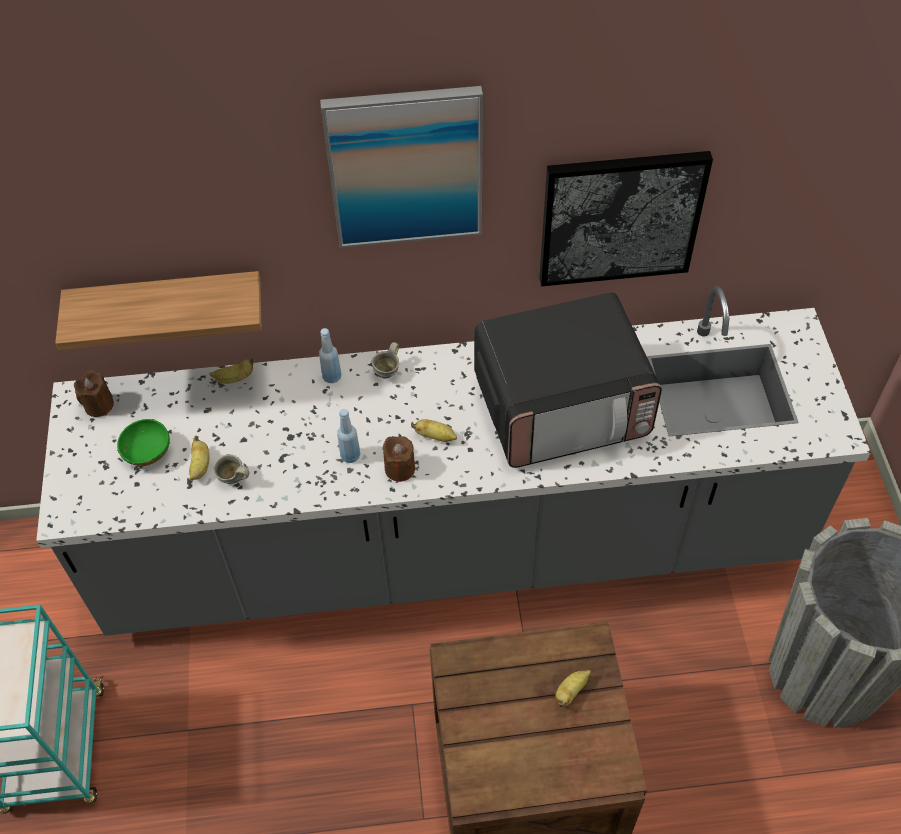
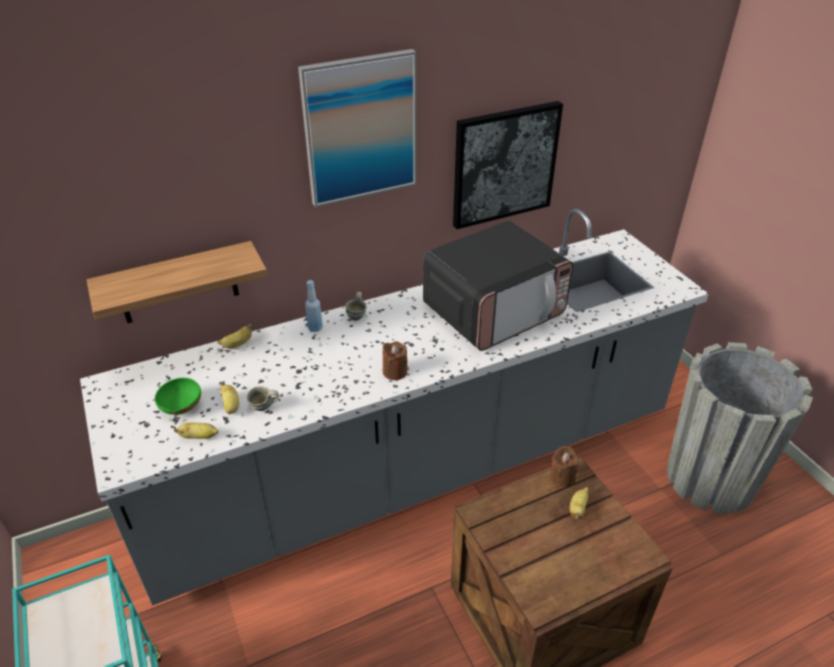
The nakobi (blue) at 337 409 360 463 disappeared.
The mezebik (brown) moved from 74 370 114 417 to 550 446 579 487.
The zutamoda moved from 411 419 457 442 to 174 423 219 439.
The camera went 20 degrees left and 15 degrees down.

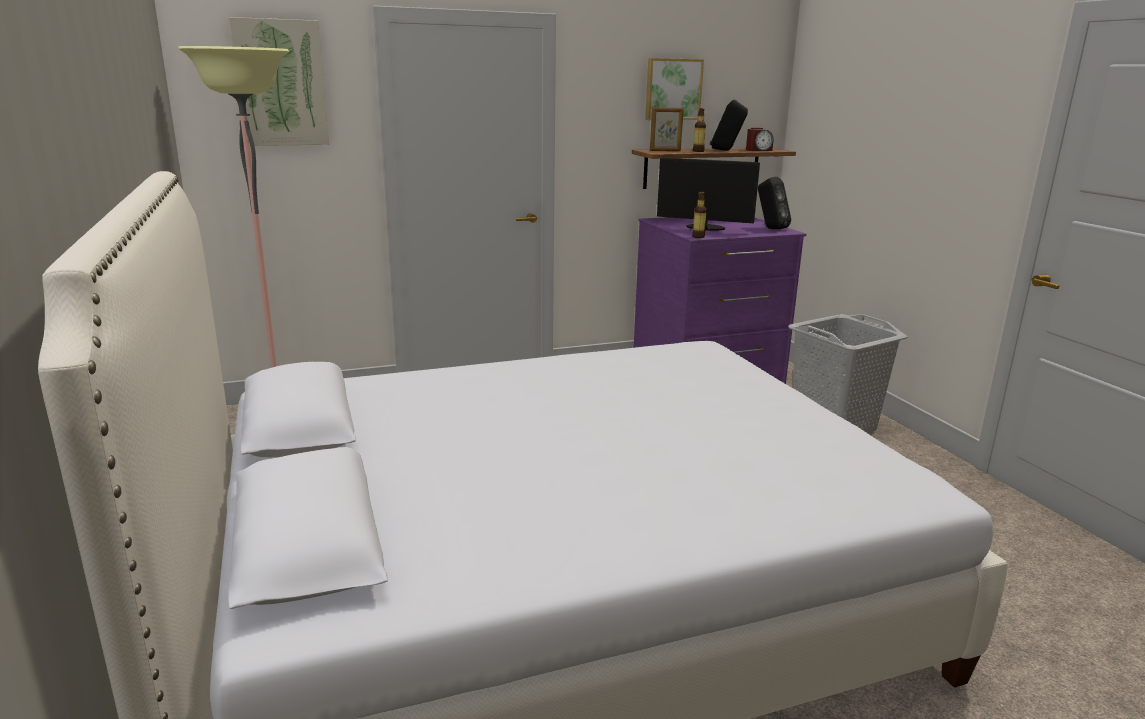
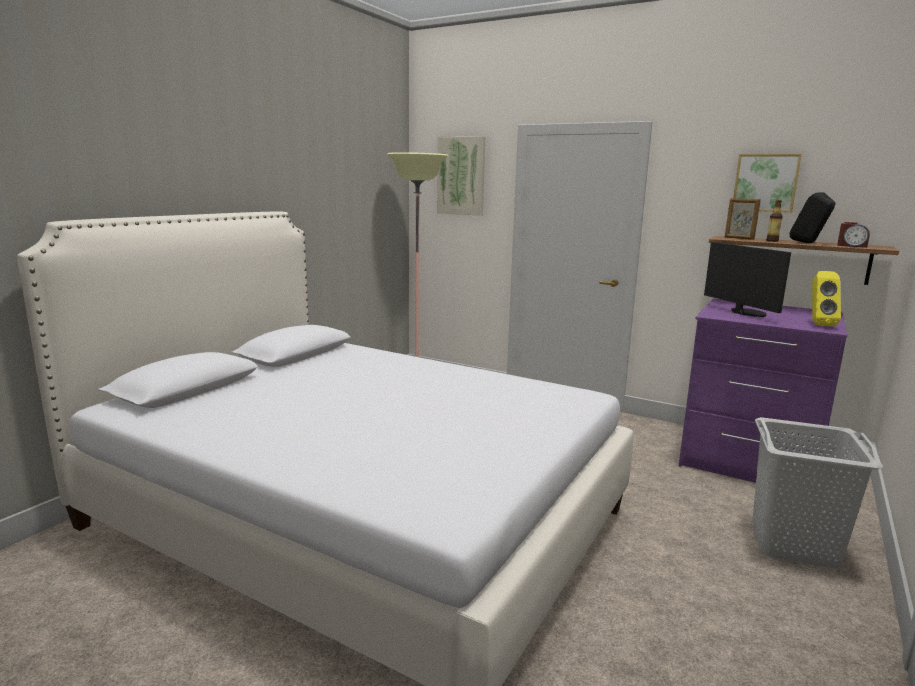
The nakobi at 692 191 707 238 disappeared.
The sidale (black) at 758 177 791 229 became the sidale (yellow) at 812 271 841 326.
The camera went 50 degrees right and 5 degrees down.

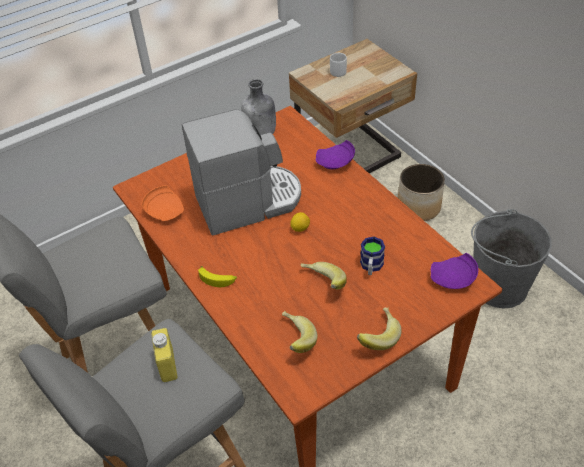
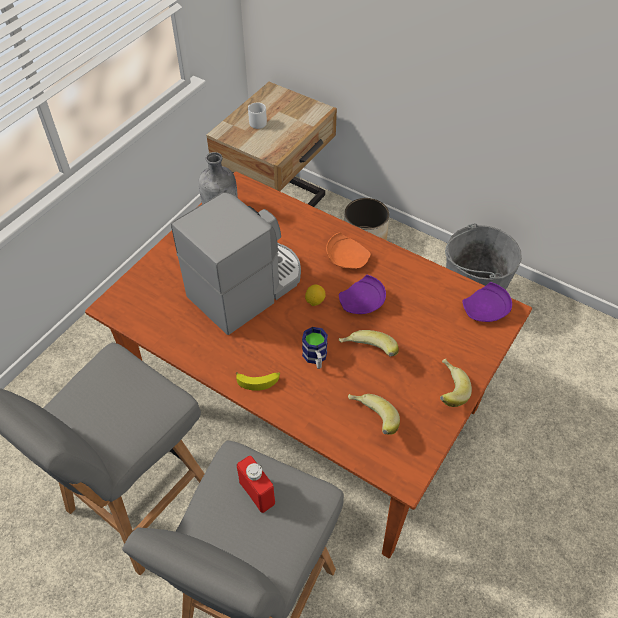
The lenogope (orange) moved from 141 185 184 221 to 326 232 371 269.
The lenogope (purple) moved from 316 140 355 169 to 339 275 386 314.
The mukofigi moved from 360 237 385 275 to 302 327 328 369.
The nakobi (yellow) at 151 328 178 382 became the nakobi (red) at 237 456 275 513.
The camera went 25 degrees left and 5 degrees up.

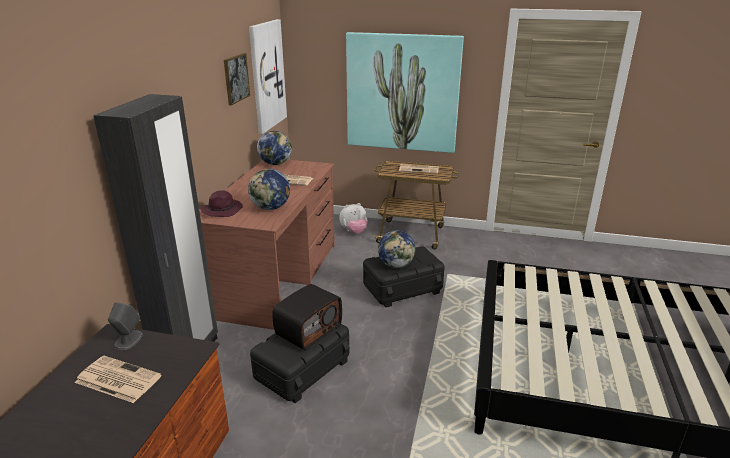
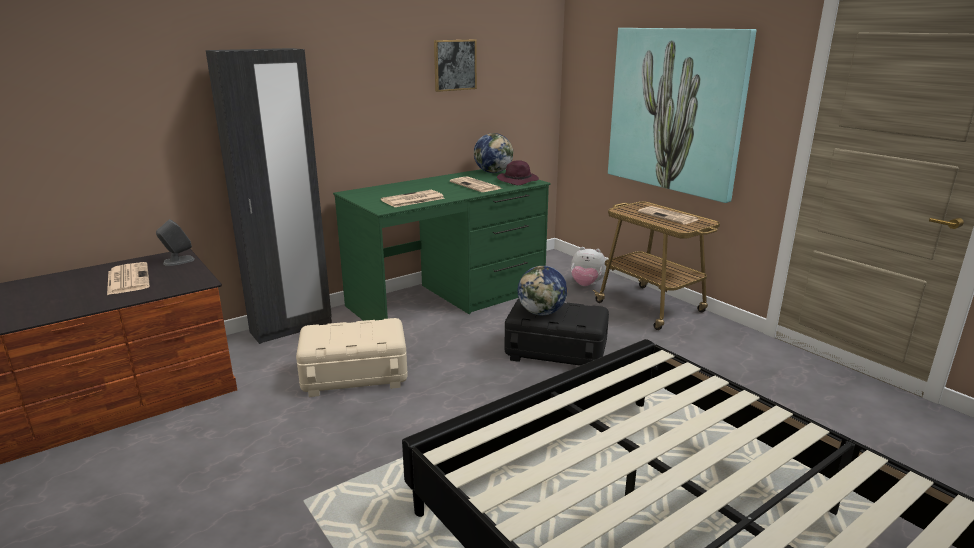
The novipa at 249 19 287 134 disappeared.
The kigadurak at 272 284 342 350 disappeared.
The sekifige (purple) moved from 200 190 243 217 to 497 160 539 185.
The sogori at 248 169 290 210 was replaced by the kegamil at 381 190 445 207.
The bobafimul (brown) at 199 160 335 330 became the bobafimul (green) at 333 169 550 321.
The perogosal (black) at 250 324 350 403 became the perogosal (beige) at 296 318 408 397.
The camera went 40 degrees right and 5 degrees down.

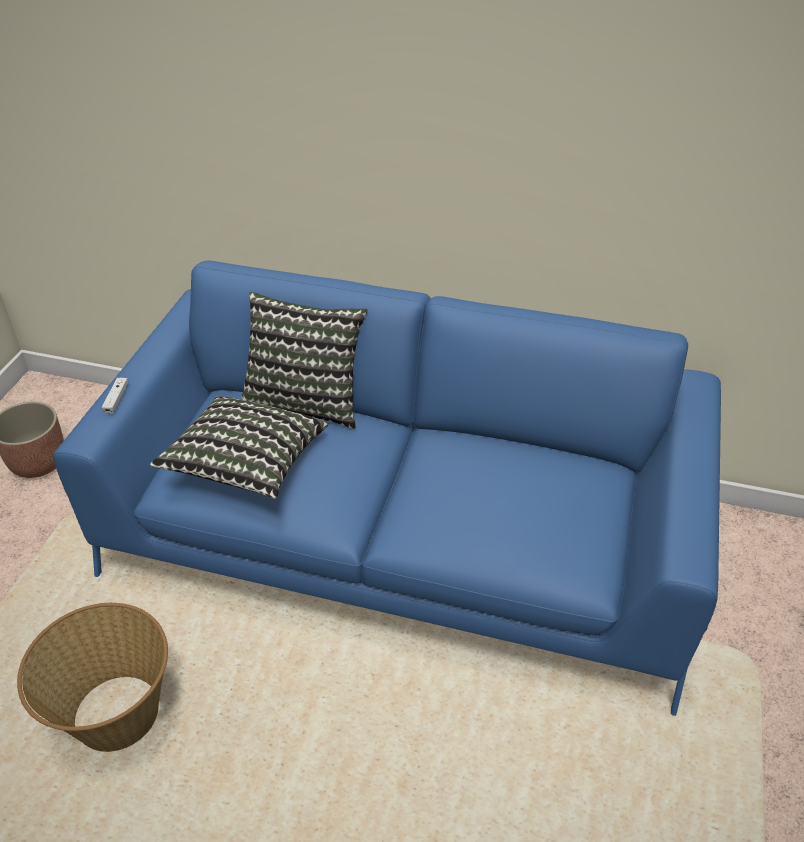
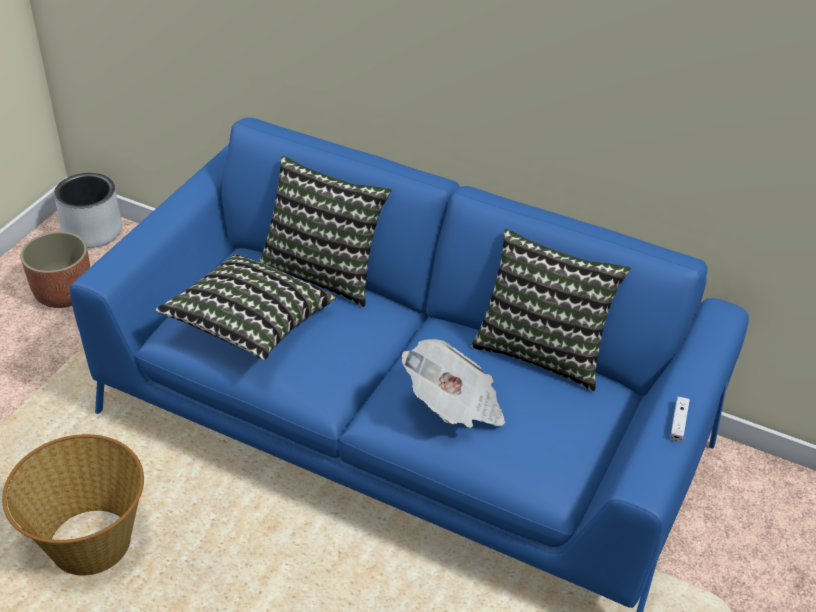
The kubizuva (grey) at 54 173 122 248 appeared.
The kegamil at 402 339 505 428 appeared.
The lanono at 471 229 631 391 appeared.
The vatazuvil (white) moved from 102 377 128 414 to 670 397 690 442.
The camera went 10 degrees right and 0 degrees up.

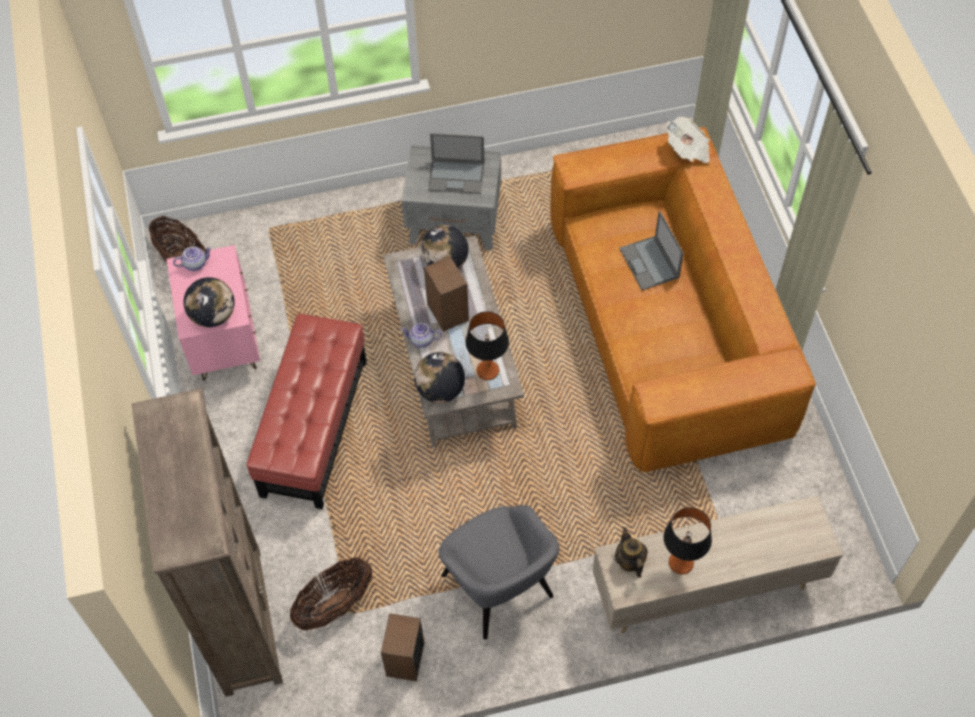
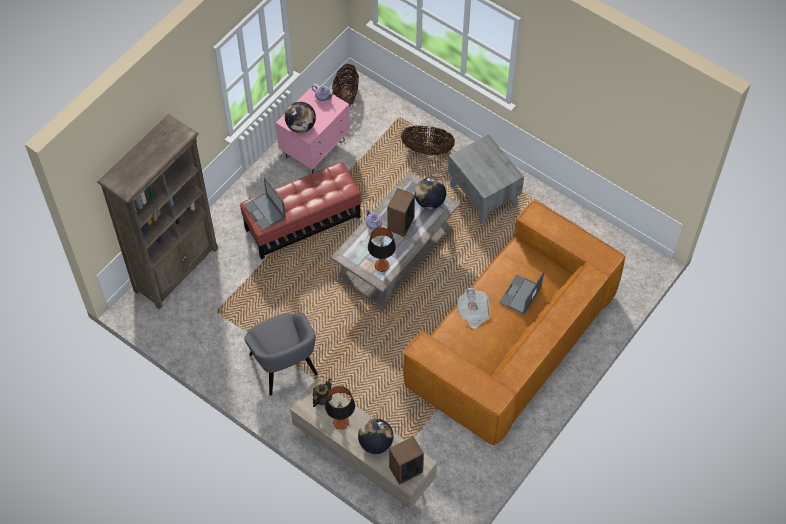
The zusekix moved from 290 557 372 630 to 400 125 455 155.
The sidale moved from 381 613 424 681 to 389 436 424 485.
The sogori moved from 414 352 465 403 to 358 418 394 454.
The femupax moved from 428 133 485 194 to 244 177 286 231.
The kegamil moved from 666 117 710 163 to 458 288 490 329.
The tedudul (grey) at 438 505 559 640 turned 45 degrees counterclockwise.
The camera went 50 degrees right and 0 degrees up.

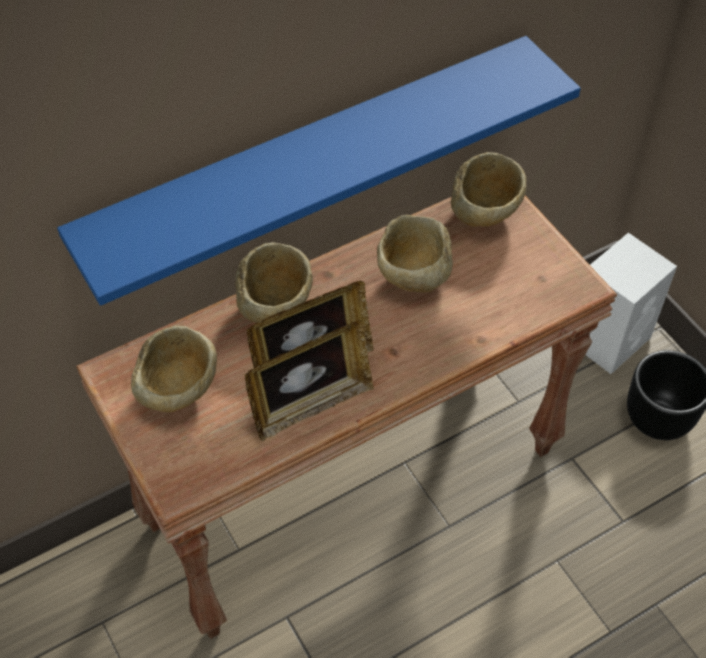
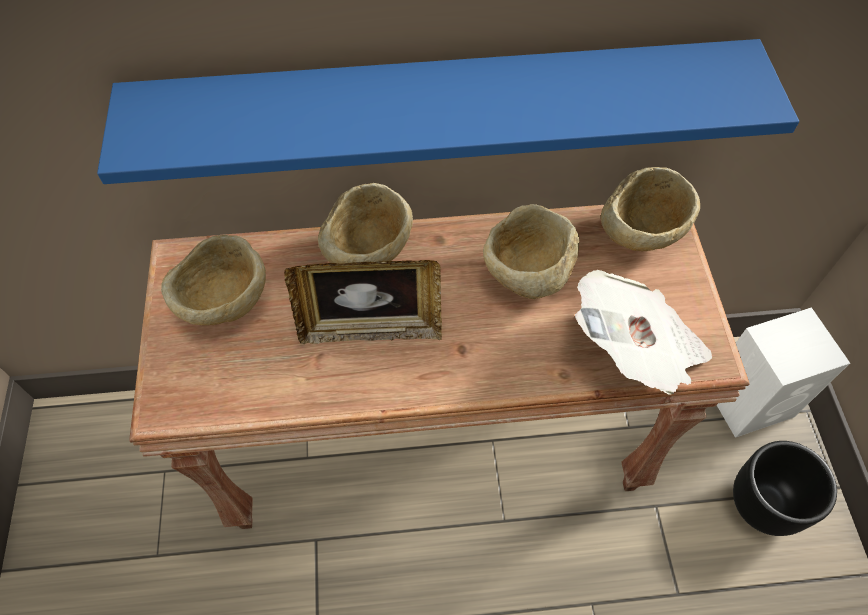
The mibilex at 245 320 374 441 disappeared.
The kegamil at 575 270 712 395 appeared.
The camera went 25 degrees right and 5 degrees up.

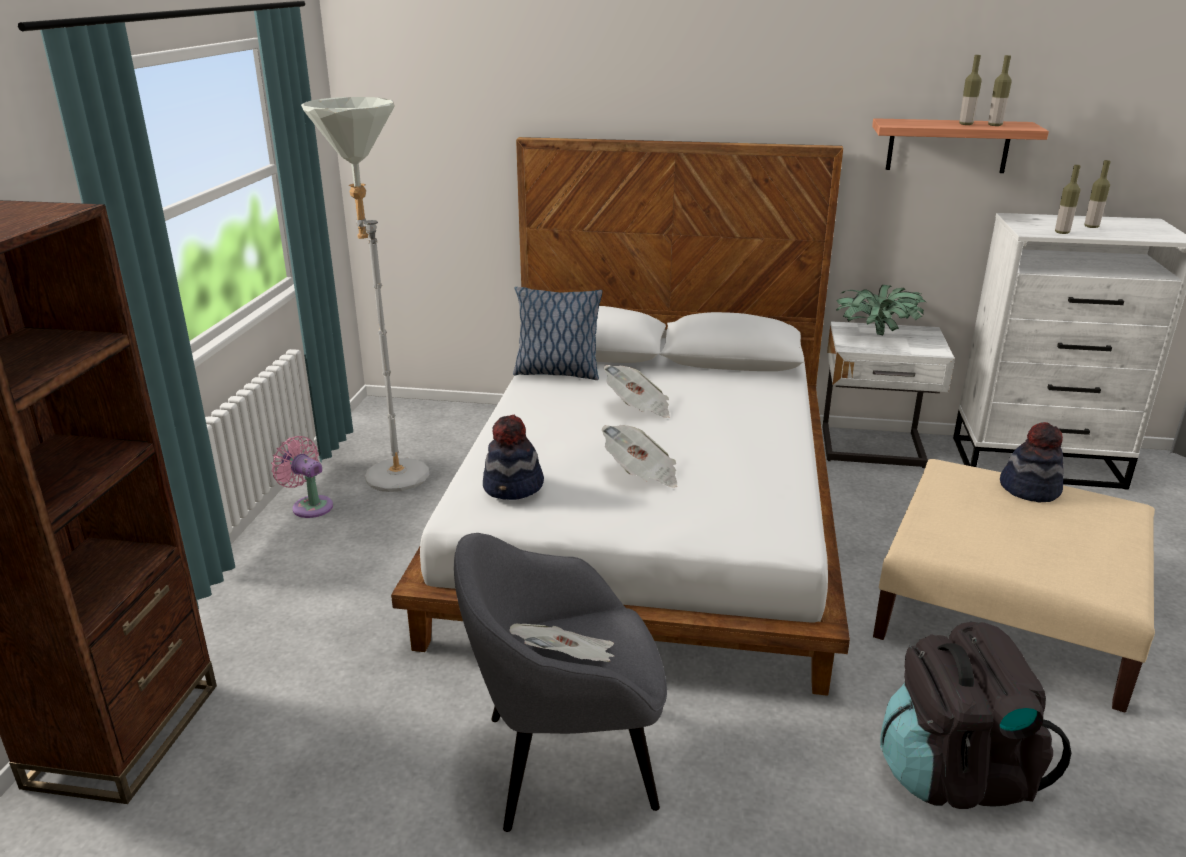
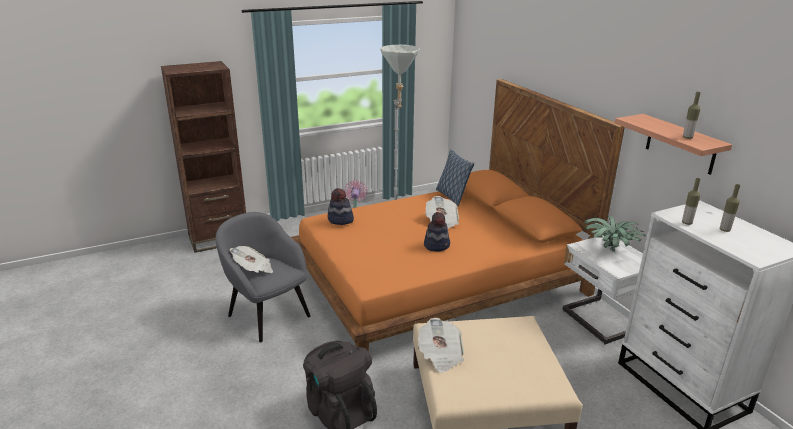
The nakobi at 959 55 982 125 disappeared.
The kegamil moved from 602 425 677 488 to 418 318 464 373.
The sekifige moved from 1000 422 1064 503 to 424 212 450 252.
The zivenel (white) at 391 137 850 696 became the zivenel (orange) at 291 79 625 352.
The camera went 55 degrees right and 0 degrees up.

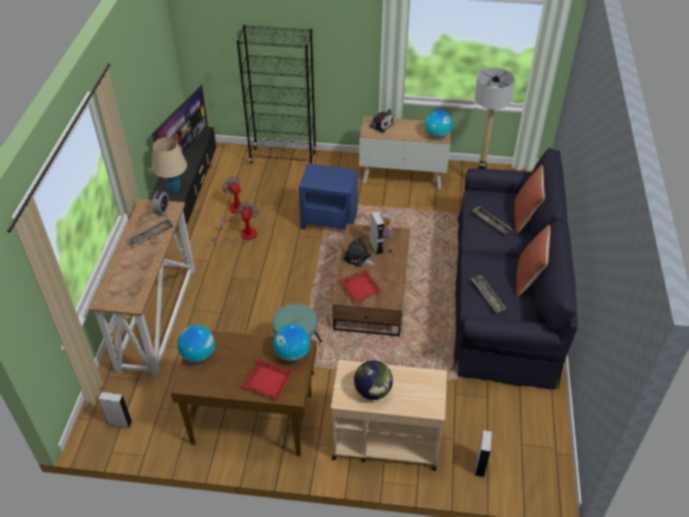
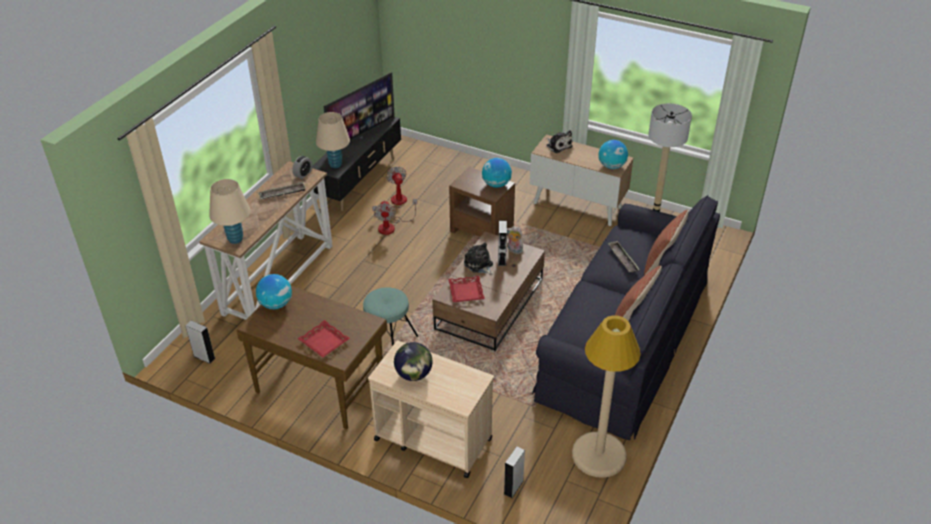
The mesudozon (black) at 237 25 317 164 disappeared.
The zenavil at 471 275 506 314 disappeared.
The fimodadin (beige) at 209 179 251 244 appeared.
The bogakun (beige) at 572 316 641 478 appeared.
The sogori moved from 273 324 310 361 to 482 158 512 188.
The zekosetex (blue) at 299 163 358 230 became the zekosetex (brown) at 449 167 515 237.
The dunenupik at 211 202 258 246 turned 150 degrees clockwise.
The camera went 20 degrees right and 5 degrees down.

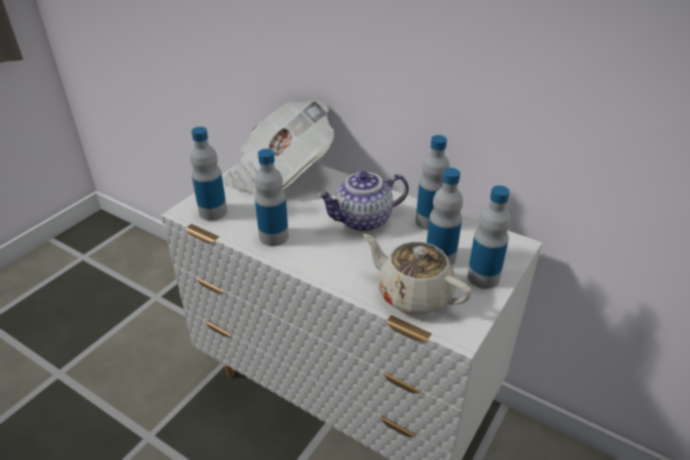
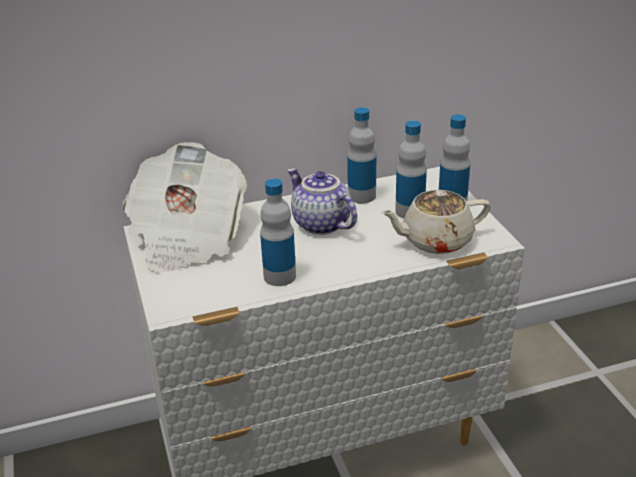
The nakobi at 190 127 227 221 disappeared.
The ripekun at 316 171 409 232 turned 120 degrees clockwise.
The camera went 50 degrees left and 5 degrees down.

